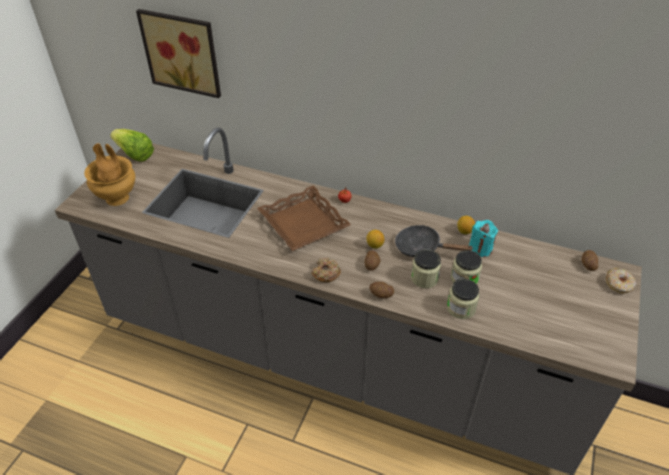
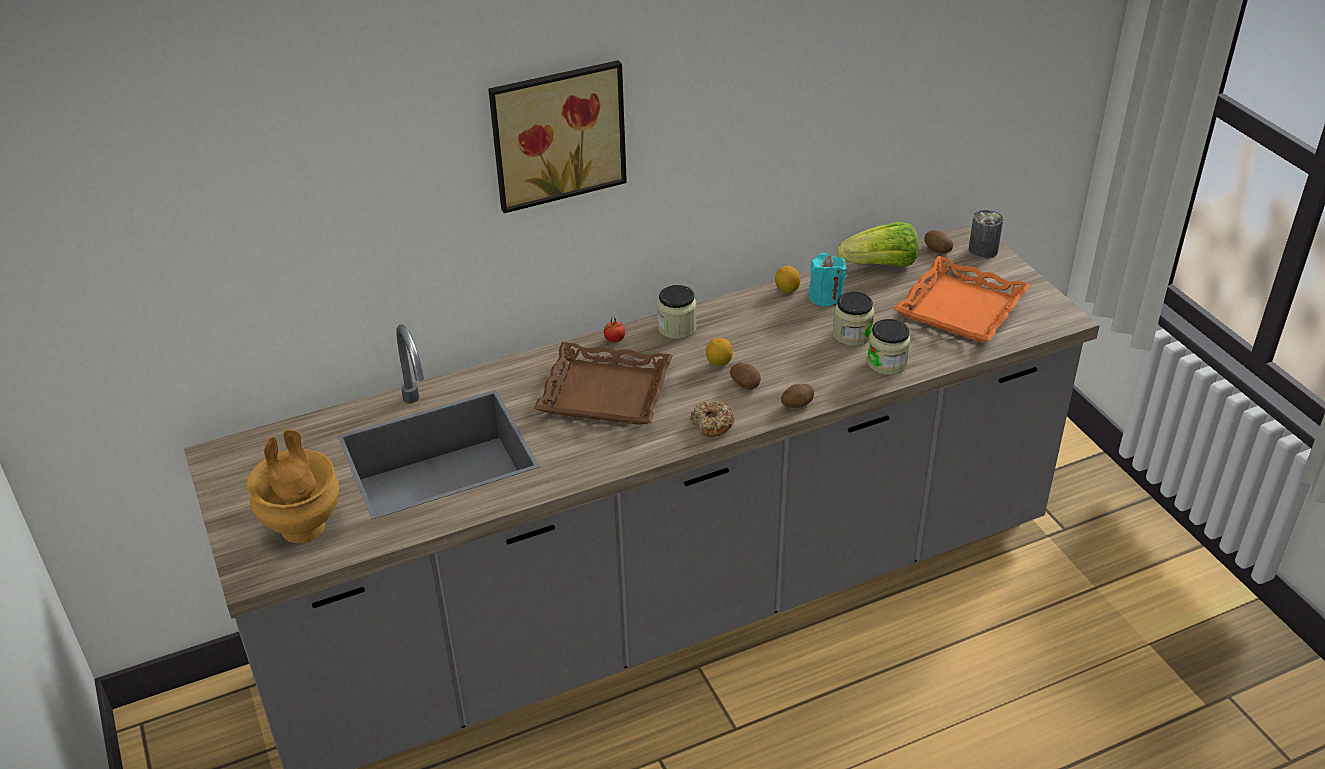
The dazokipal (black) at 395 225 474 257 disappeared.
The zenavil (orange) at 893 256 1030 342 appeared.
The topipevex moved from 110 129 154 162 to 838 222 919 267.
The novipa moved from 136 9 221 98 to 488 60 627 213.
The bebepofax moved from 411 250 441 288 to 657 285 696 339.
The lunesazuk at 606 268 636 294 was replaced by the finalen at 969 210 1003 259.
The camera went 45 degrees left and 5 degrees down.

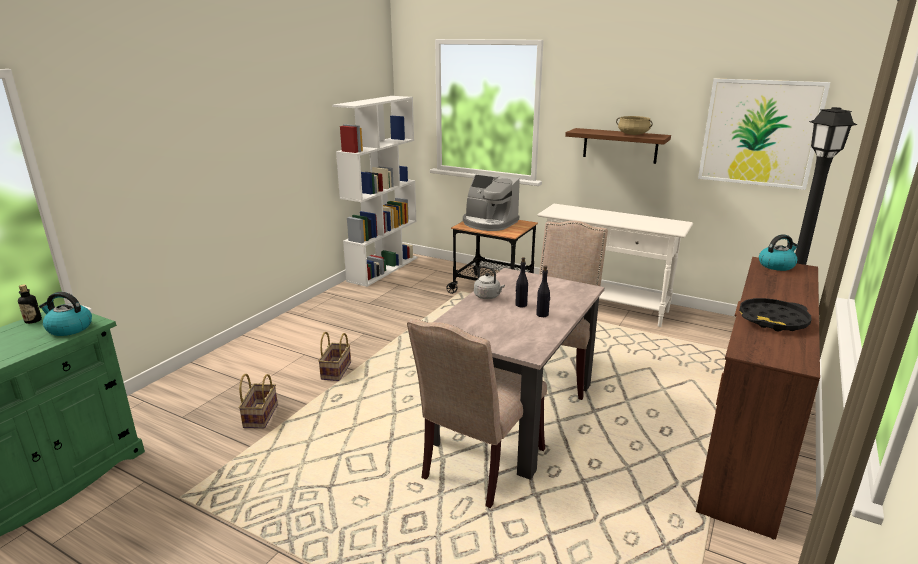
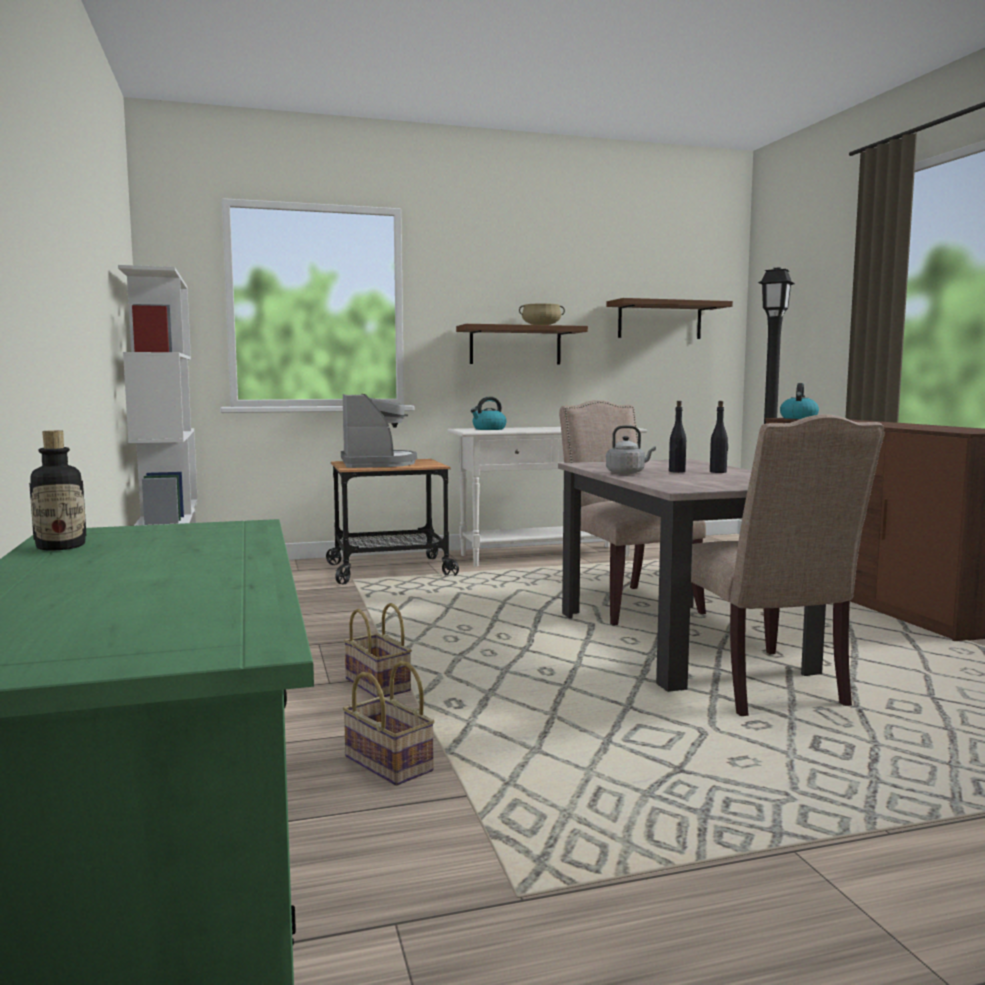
The zenavil (black) at 739 298 811 332 disappeared.
The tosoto moved from 39 292 92 336 to 471 397 507 430.
The novipa at 698 78 830 190 was replaced by the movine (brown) at 606 298 733 339.
The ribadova at 463 173 520 231 turned 90 degrees counterclockwise.
The camera went 45 degrees left and 15 degrees down.

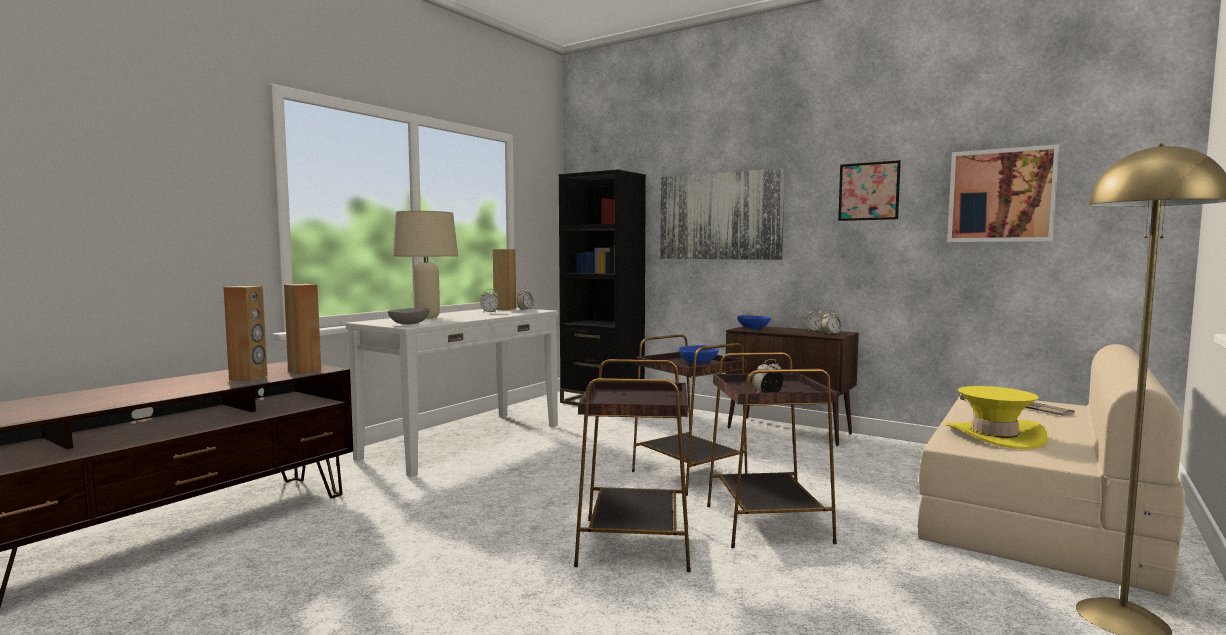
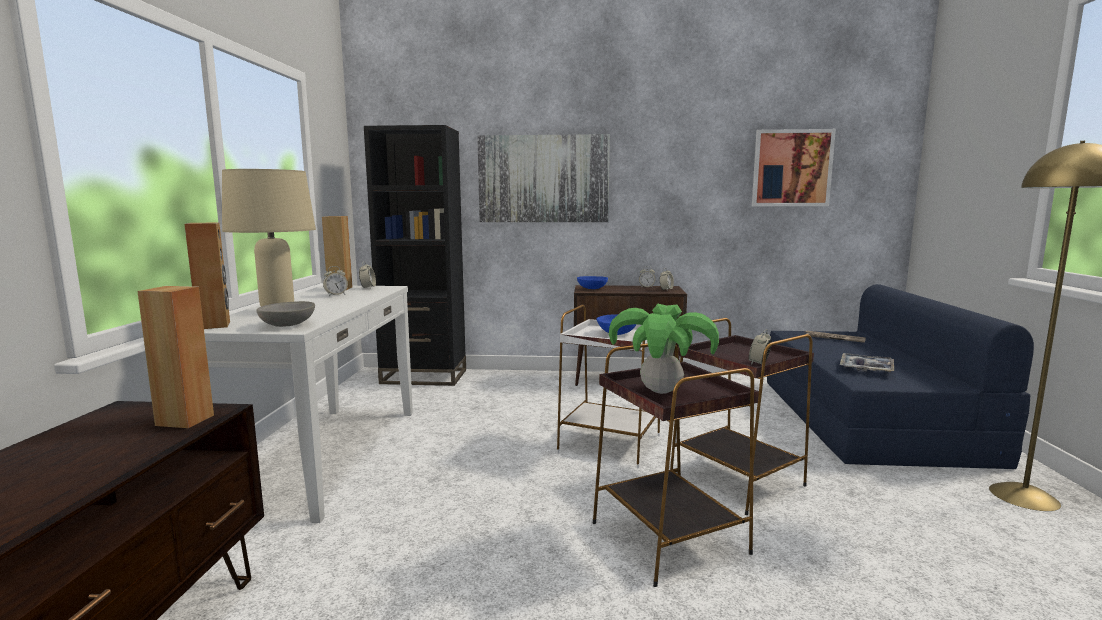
The novipa at 838 160 901 221 disappeared.
The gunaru at 609 304 719 394 appeared.
The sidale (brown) moved from 223 286 268 381 to 185 222 230 329.
The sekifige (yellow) at 945 386 1048 450 was replaced by the zenavil at 840 353 894 372.
The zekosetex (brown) at 632 334 747 496 became the zekosetex (white) at 557 305 660 468.
The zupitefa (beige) at 918 344 1185 596 became the zupitefa (blue) at 767 284 1034 469.
The camera went 30 degrees left and 5 degrees up.

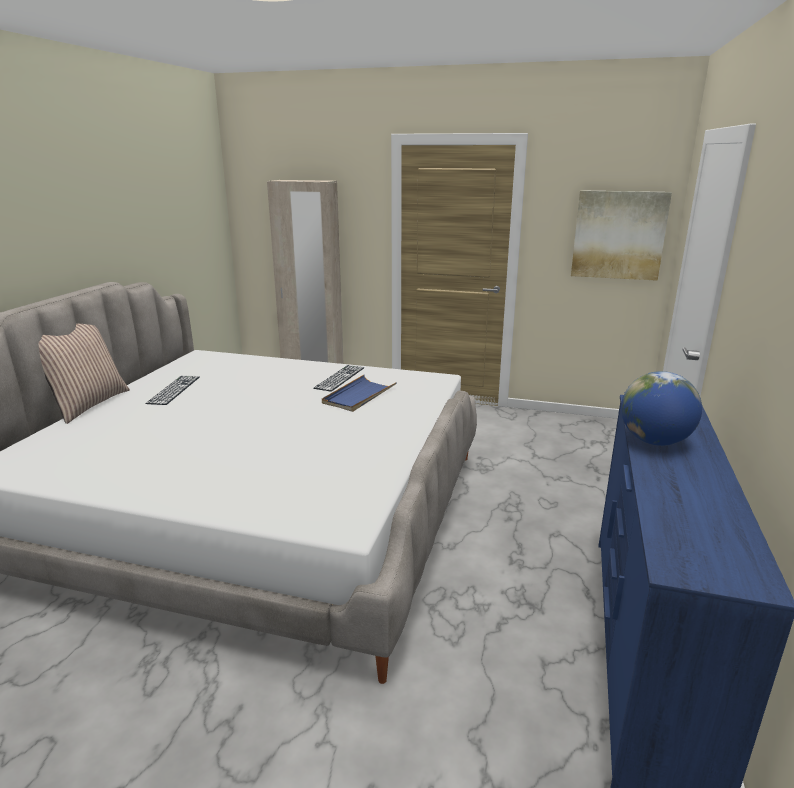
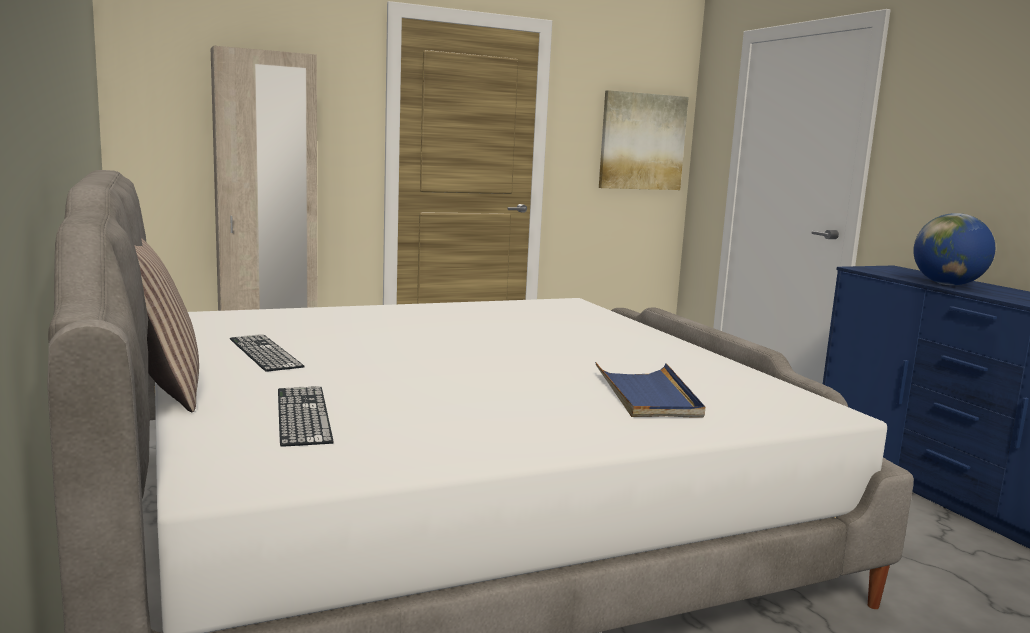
The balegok moved from 313 365 364 392 to 278 386 334 447.
The zenavil (blue) moved from 322 375 397 412 to 595 362 705 417.
The camera went 40 degrees left and 10 degrees down.

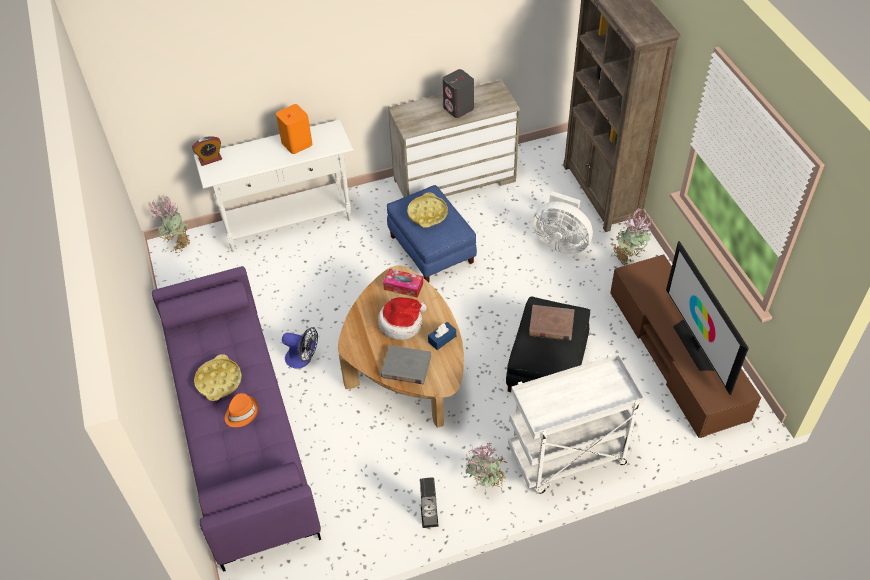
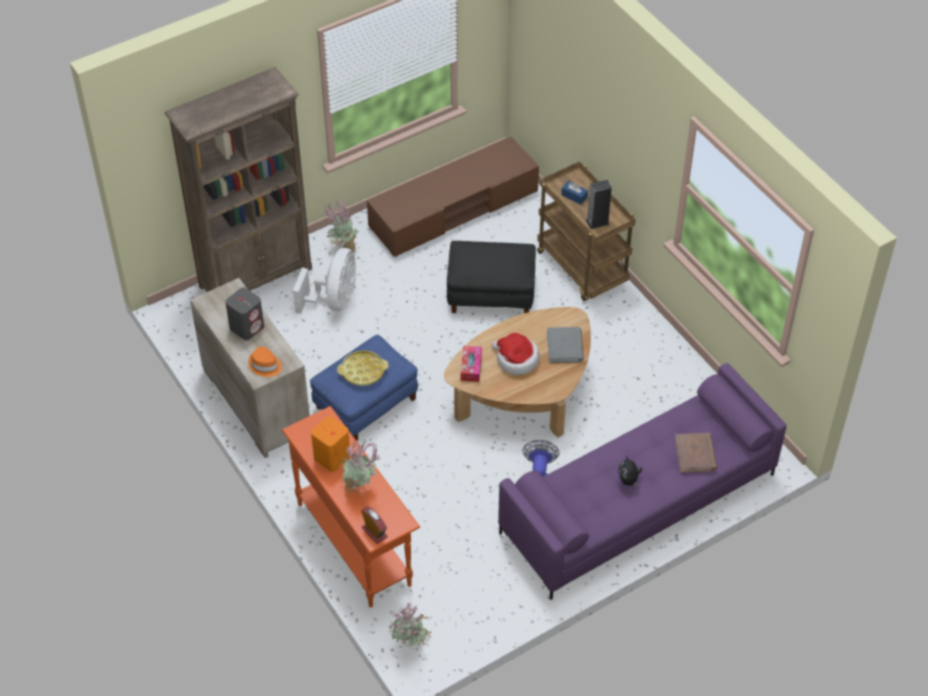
The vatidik at 666 241 749 395 disappeared.
The sekifige (orange) moved from 225 393 259 427 to 248 346 282 377.
The sidale moved from 420 477 439 528 to 586 180 612 229.
The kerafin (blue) moved from 428 322 456 350 to 561 181 588 204.
The gunaru moved from 465 443 509 491 to 339 440 381 495.
The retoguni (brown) moved from 529 305 574 341 to 675 433 717 473.
The zenavil (yellow) at 194 354 242 401 was replaced by the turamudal at 617 455 642 486.
The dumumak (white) at 194 120 353 252 became the dumumak (orange) at 282 406 420 607.
The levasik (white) at 508 354 645 494 became the levasik (brown) at 537 162 636 301.
The camera went 105 degrees left and 0 degrees up.

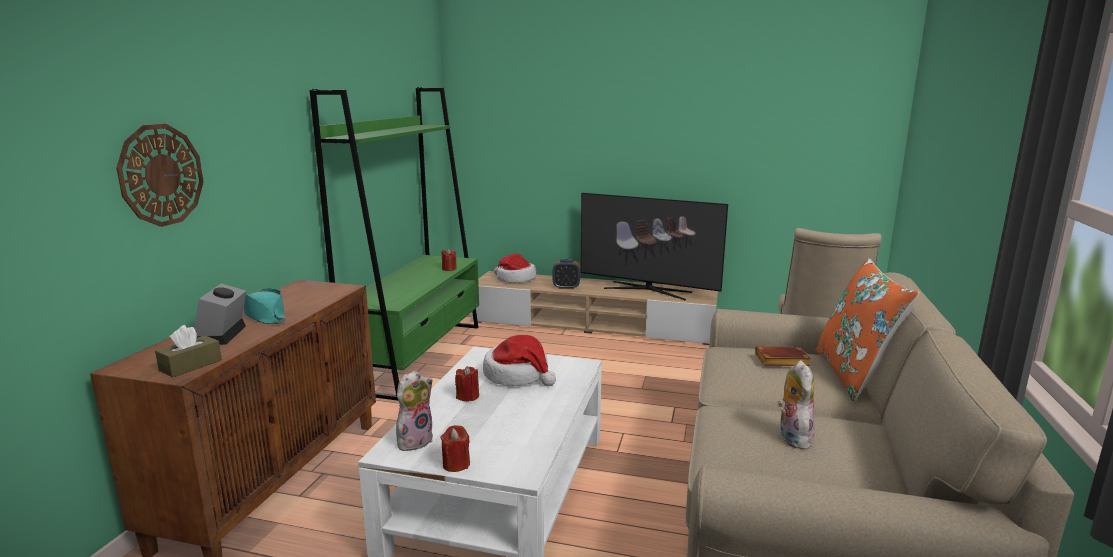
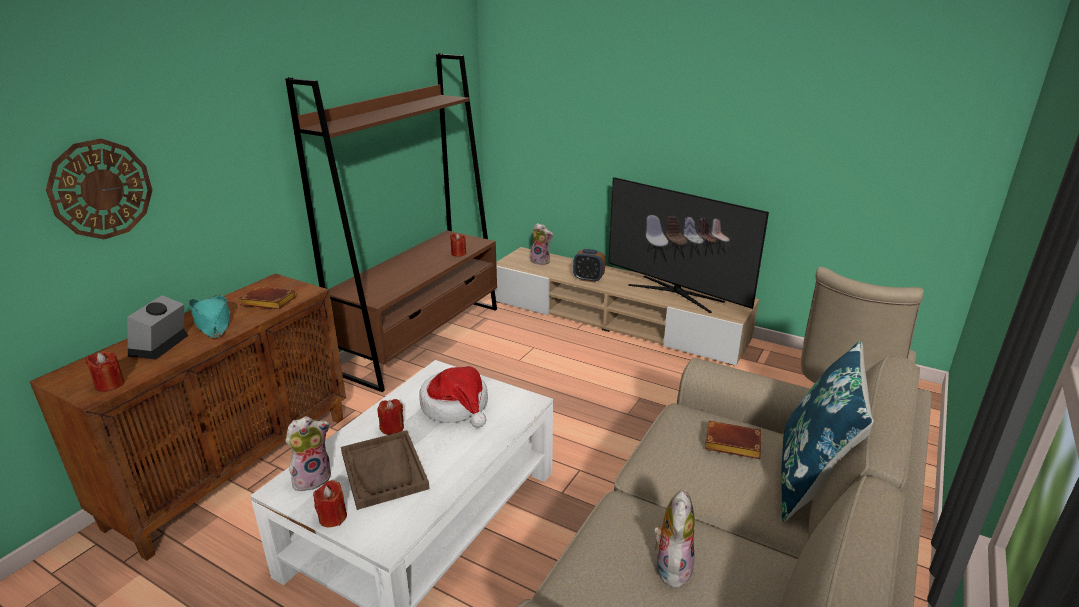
The retoguni (brown) at 239 287 296 309 appeared.
The zenavil (brown) at 341 430 430 510 appeared.
The kerafin (brown) at 155 325 222 377 was replaced by the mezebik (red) at 86 351 125 392.
The sekifige at 494 254 537 283 was replaced by the turamudal at 530 223 553 265.
The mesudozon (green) at 310 87 479 401 became the mesudozon (brown) at 285 53 497 392.
The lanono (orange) at 815 258 919 401 became the lanono (blue) at 781 341 874 522.
The camera went 15 degrees right and 10 degrees up.

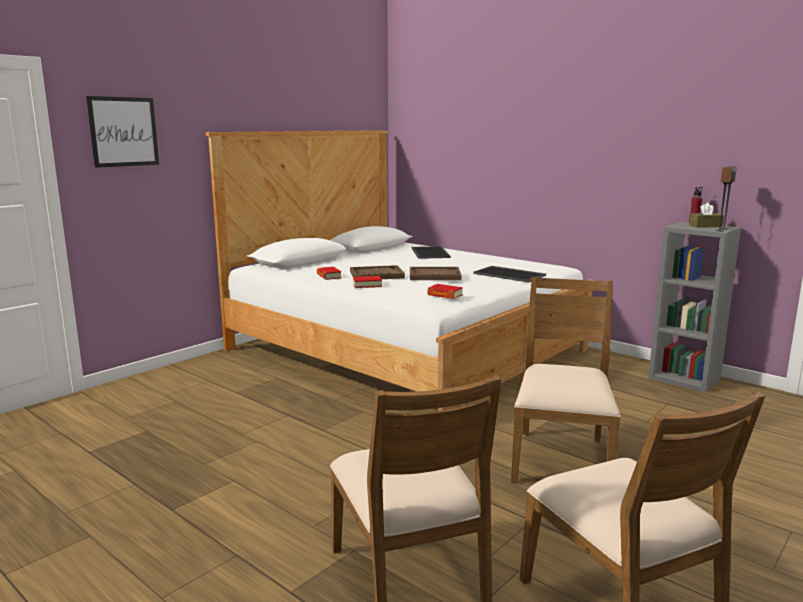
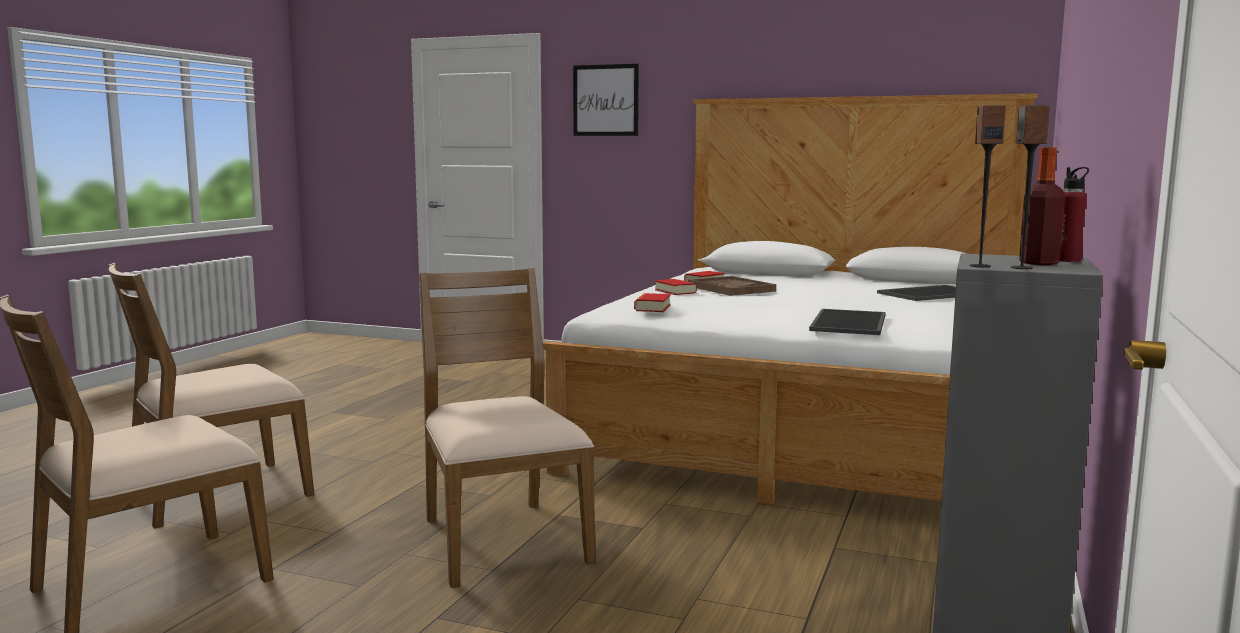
The zenavil (brown) at 410 267 462 280 disappeared.
The kerafin (brown) at 689 202 724 228 was replaced by the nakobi at 1019 147 1065 265.
The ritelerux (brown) at 511 277 620 484 turned 105 degrees counterclockwise.
The camera went 70 degrees right and 5 degrees down.

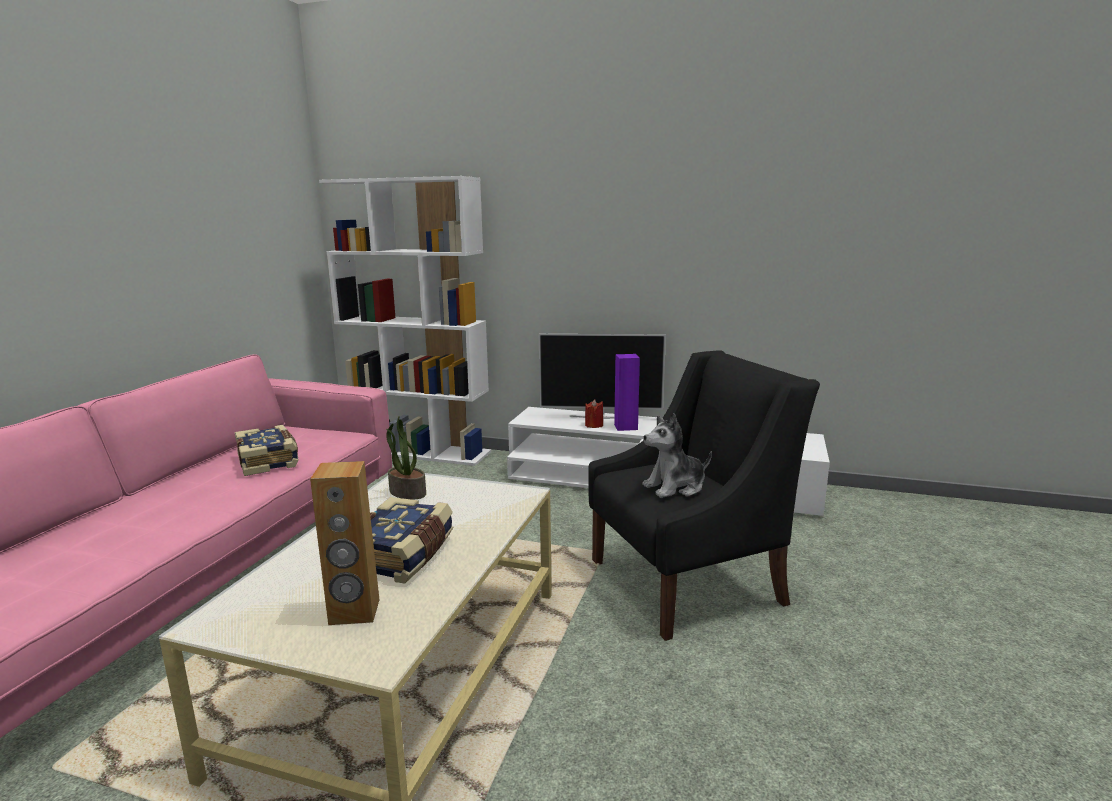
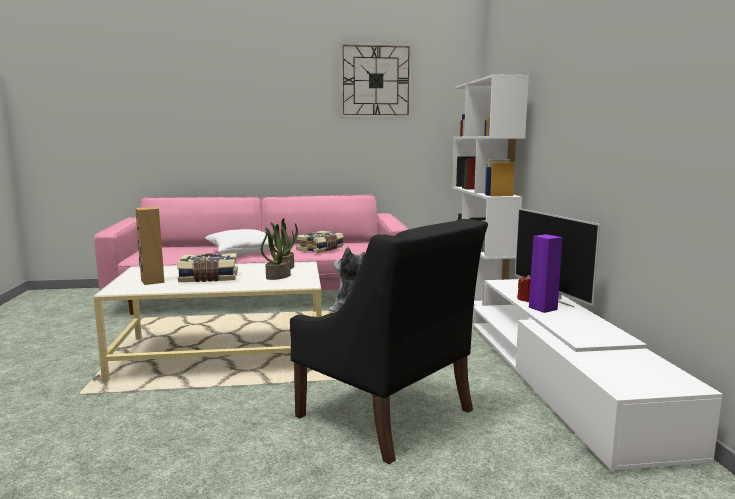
The lanono (white) at 205 229 276 255 appeared.
The gunaru at 261 224 295 280 appeared.
The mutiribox at 340 42 412 118 appeared.
The camera went 65 degrees right and 5 degrees down.

